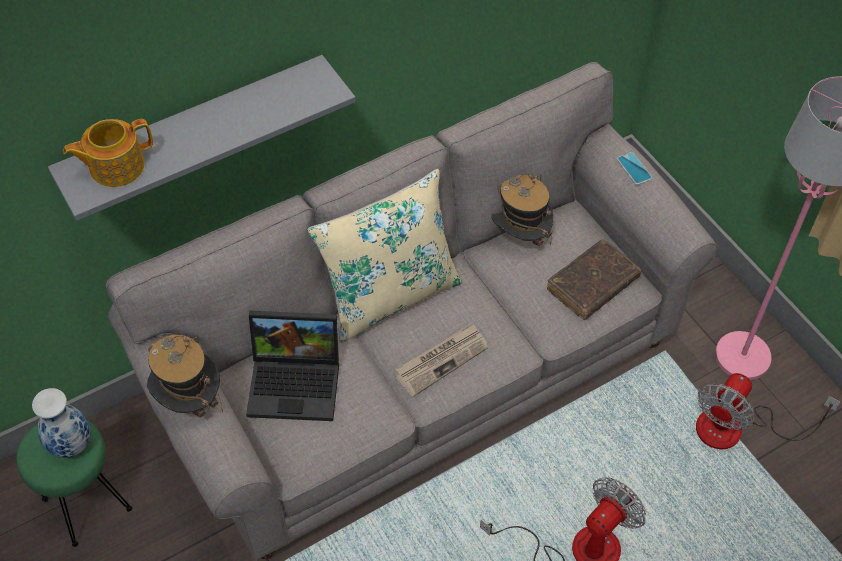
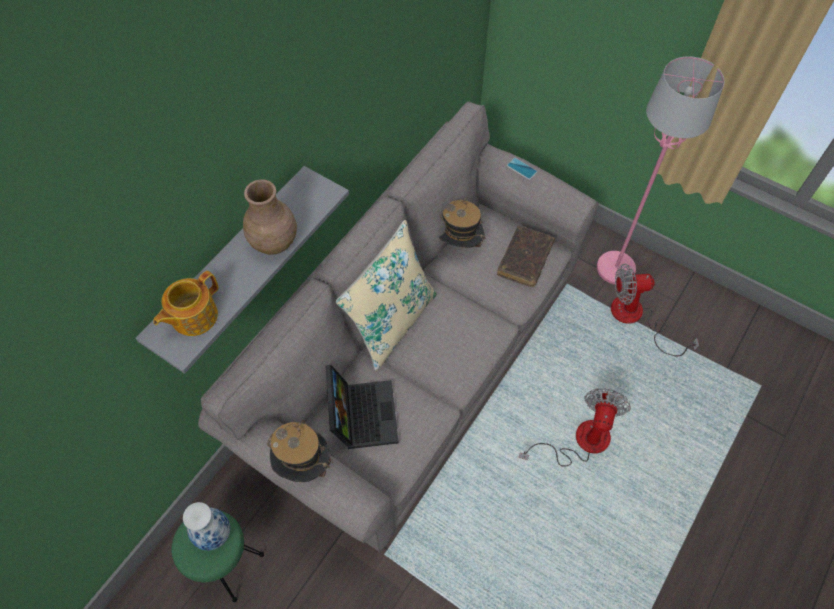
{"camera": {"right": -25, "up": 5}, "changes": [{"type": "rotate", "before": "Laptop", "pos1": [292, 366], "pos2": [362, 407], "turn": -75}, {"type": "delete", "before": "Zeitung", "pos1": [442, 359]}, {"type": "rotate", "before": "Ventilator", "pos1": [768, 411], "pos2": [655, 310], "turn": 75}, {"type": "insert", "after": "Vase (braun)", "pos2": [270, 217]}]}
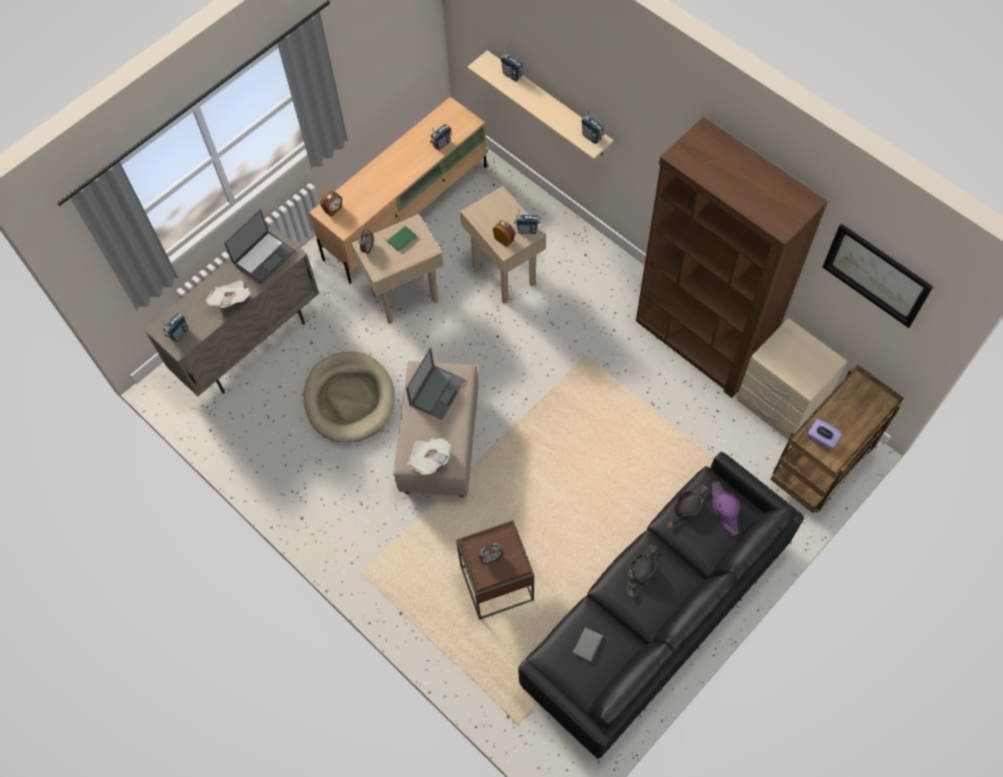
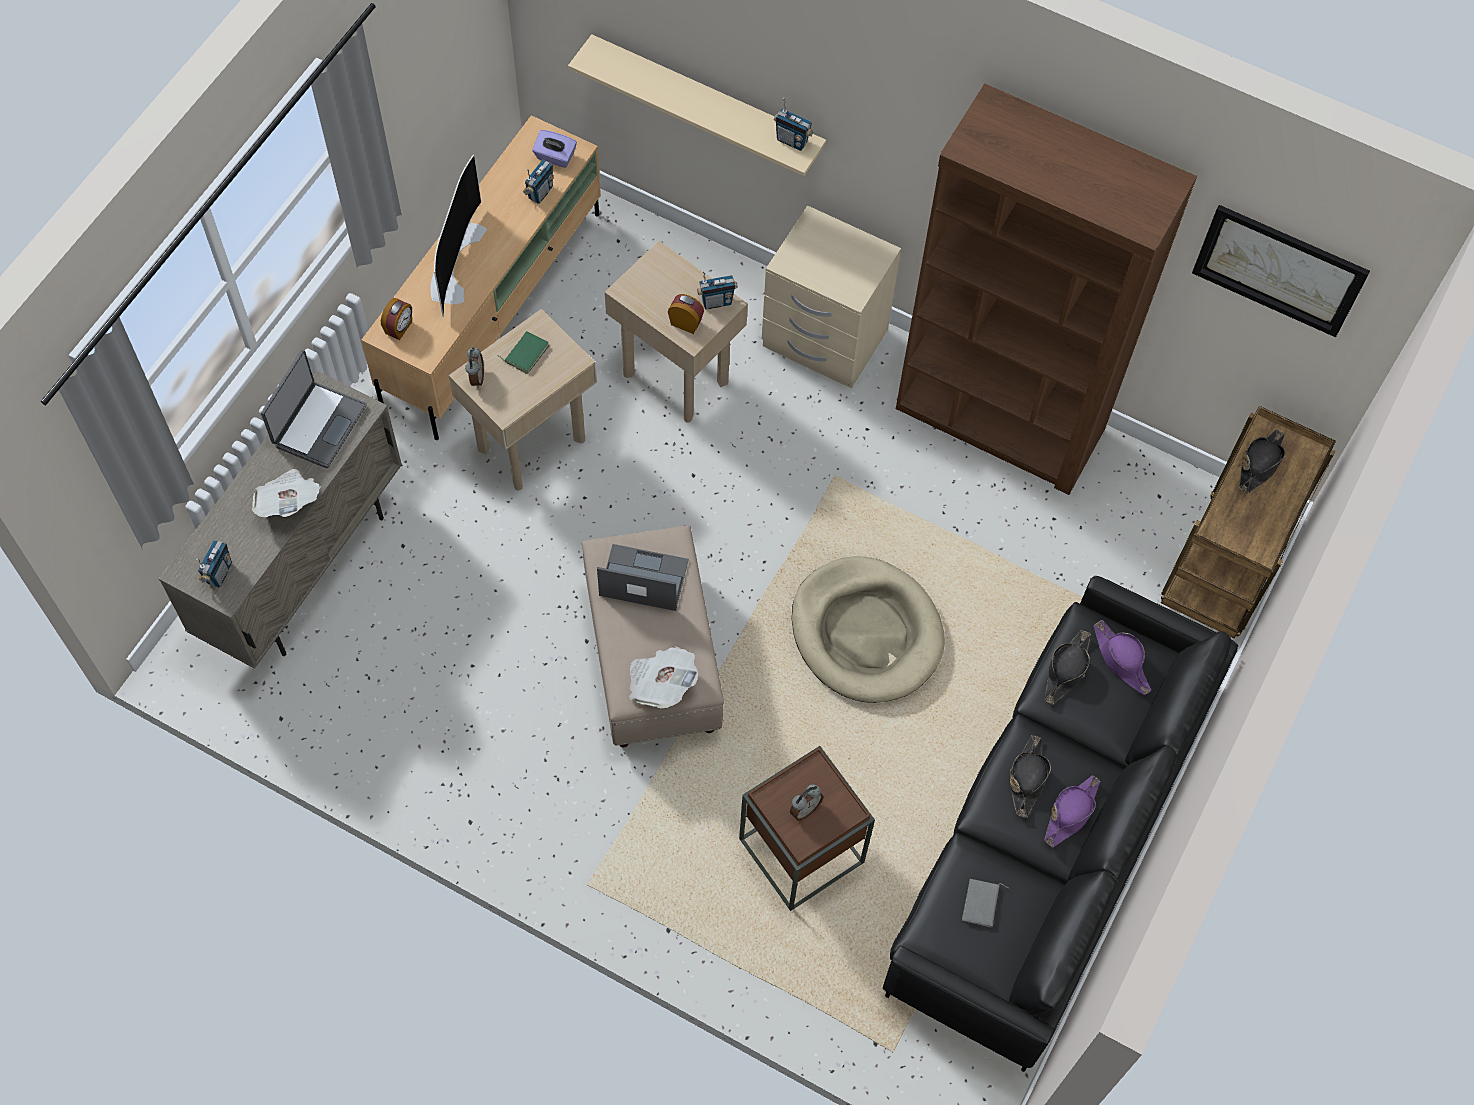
{"camera": {"right": -20, "up": 0}, "changes": [{"type": "move", "before": "Hundebett (beige)", "pos1": [349, 396], "pos2": [868, 629]}, {"type": "rotate", "before": "Laptop", "pos1": [435, 384], "pos2": [643, 577], "turn": -90}, {"type": "delete", "before": "Radio", "pos1": [513, 63]}, {"type": "move", "before": "Nachttisch (beige)", "pos1": [792, 379], "pos2": [831, 297]}, {"type": "move", "before": "Taschentuchbox (lila)", "pos1": [824, 434], "pos2": [554, 149]}, {"type": "insert", "after": "Fernseher", "pos2": [458, 236]}, {"type": "insert", "after": "Hut (lila)", "pos2": [1072, 811]}, {"type": "insert", "after": "Hut (schwarz)", "pos2": [1262, 461]}]}
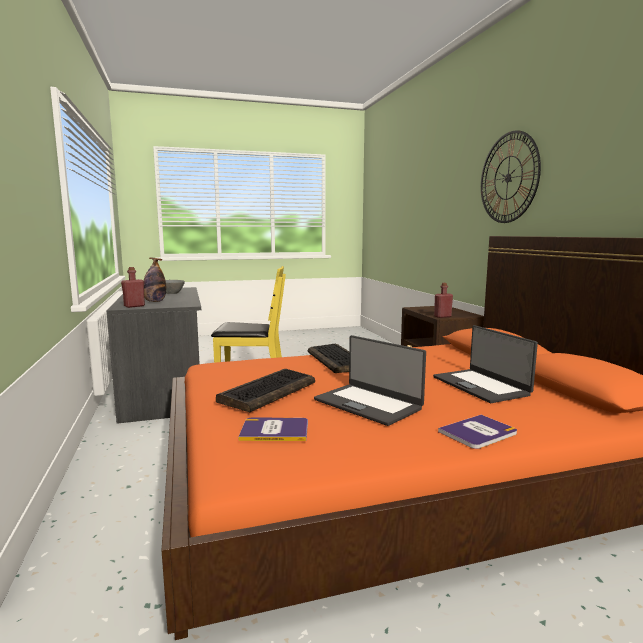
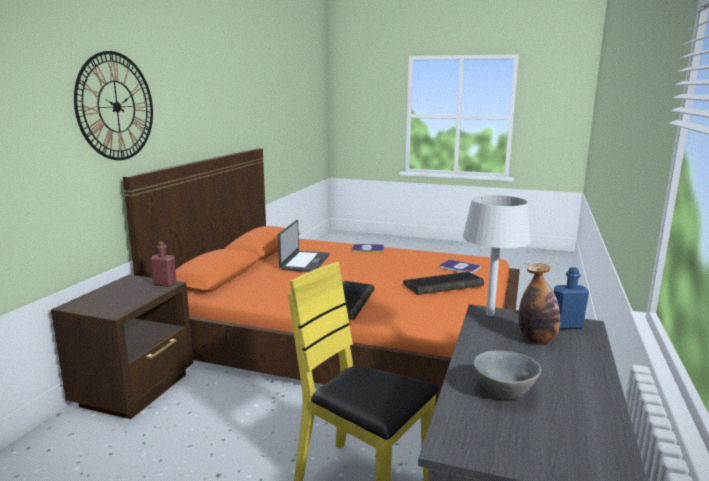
{"camera": {"right": -145, "up": 5}, "changes": [{"type": "recolor", "before": "Flasche (rot)", "after": "Flasche (blau)", "pos1": [133, 287], "pos2": [571, 298]}, {"type": "delete", "before": "Laptop", "pos1": [370, 380]}, {"type": "insert", "after": "Tischlampe (grau)", "pos2": [496, 255]}]}
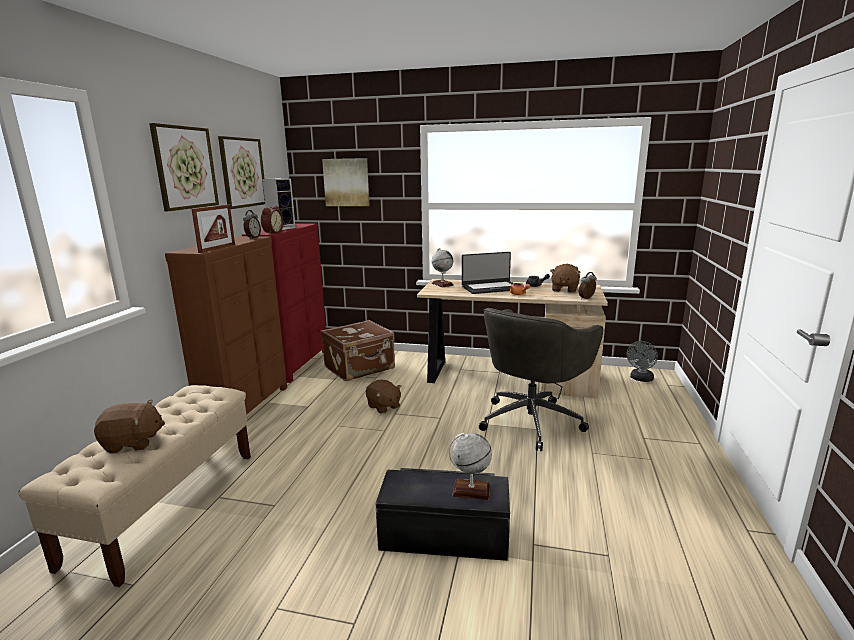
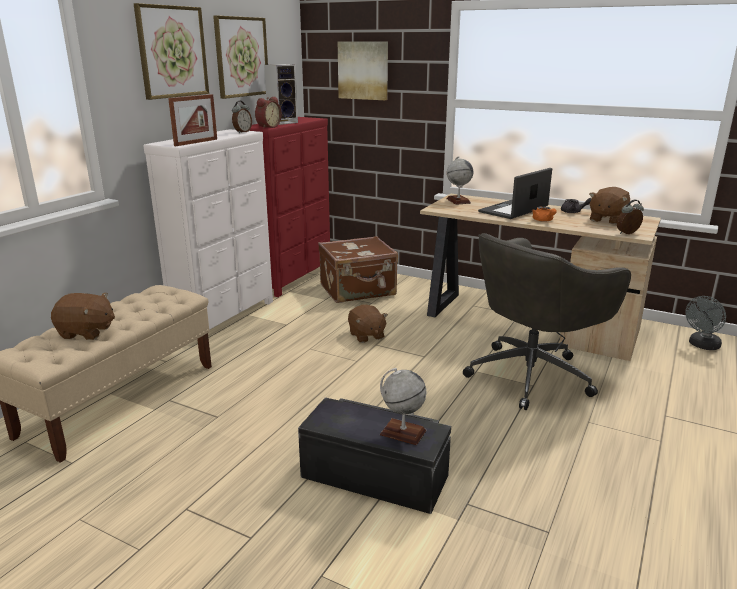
{"camera": {"right": 15, "up": 5}, "changes": [{"type": "recolor", "before": "Kommode (braun)", "after": "Kommode (weiß)", "pos1": [226, 325], "pos2": [208, 235]}, {"type": "rotate", "before": "Laptop", "pos1": [487, 273], "pos2": [515, 193], "turn": 135}]}
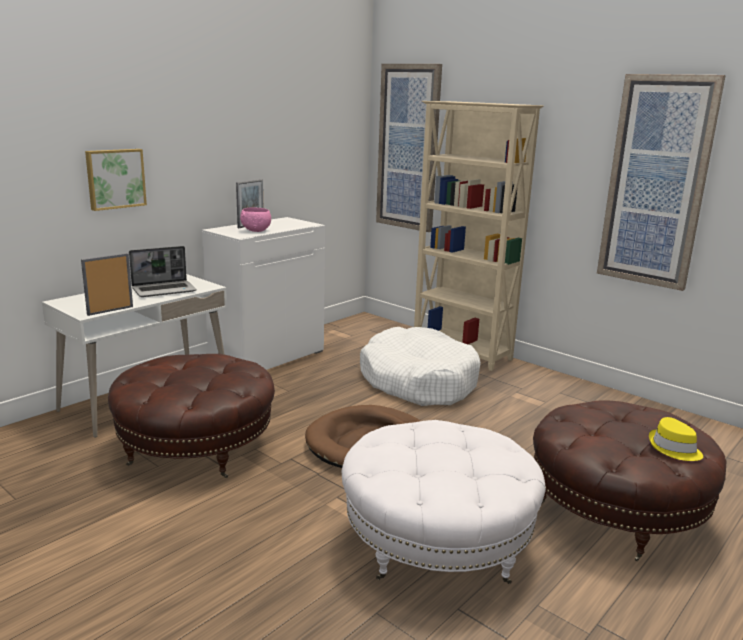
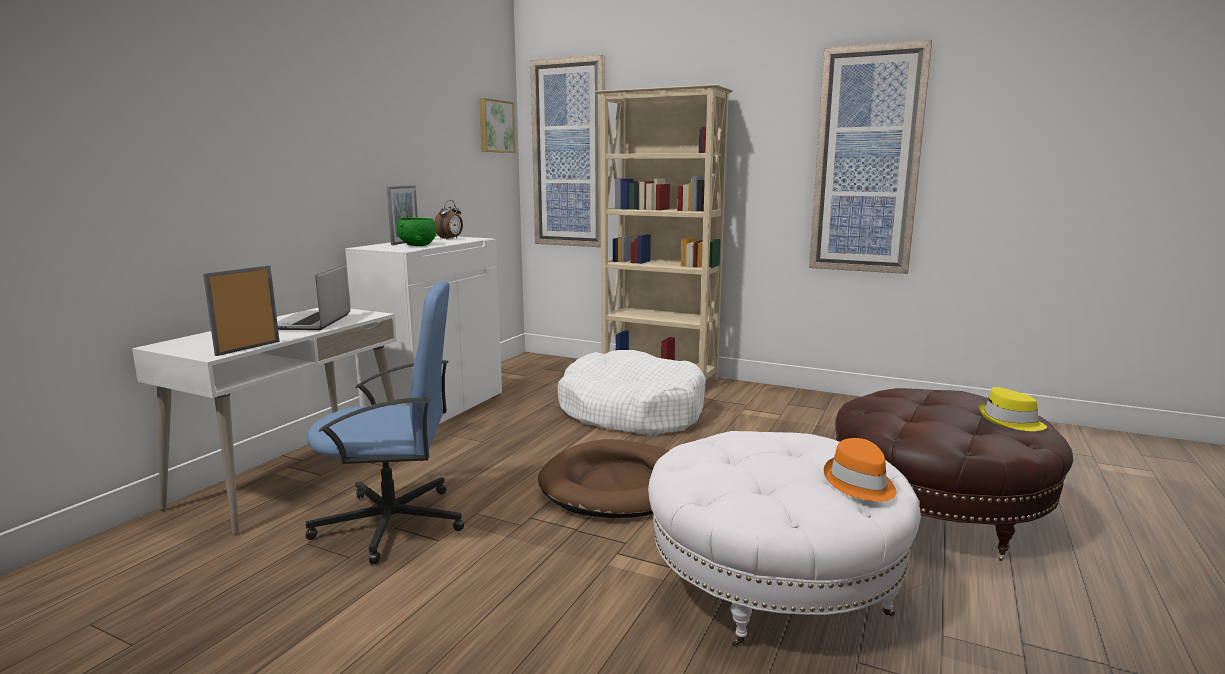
{"camera": {"right": -15, "up": -5}, "changes": [{"type": "move", "before": "Bild", "pos1": [116, 180], "pos2": [497, 125]}, {"type": "replace", "before": "Polsterhocker (braun)", "after": "Bürostuhl (blau)", "pos1": [191, 416], "pos2": [384, 422]}, {"type": "rotate", "before": "Laptop", "pos1": [162, 271], "pos2": [313, 297], "turn": 135}, {"type": "recolor", "before": "Schüssel (rosa)", "after": "Schüssel (grün)", "pos1": [255, 219], "pos2": [416, 232]}, {"type": "insert", "after": "Wecker", "pos2": [449, 220]}, {"type": "insert", "after": "Hut (orange)", "pos2": [860, 469]}]}
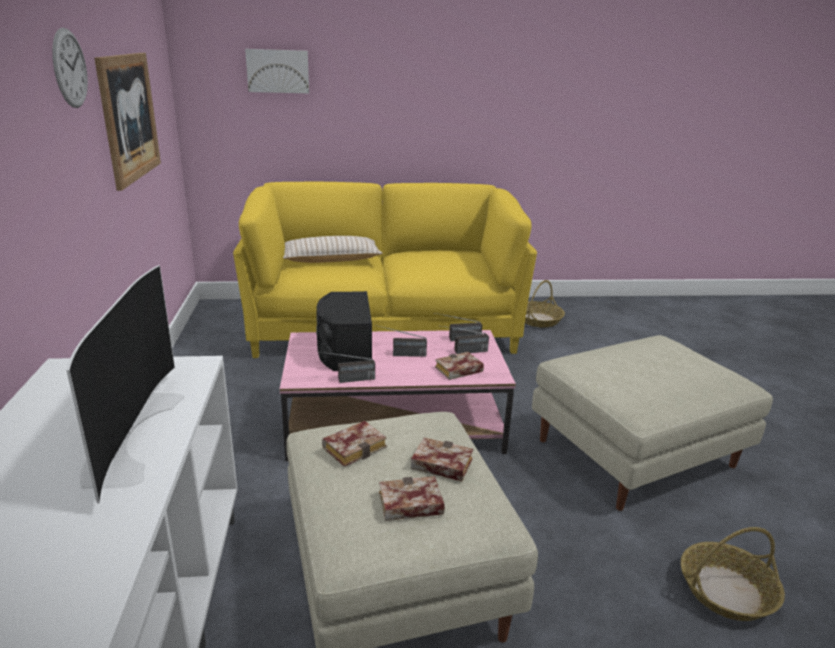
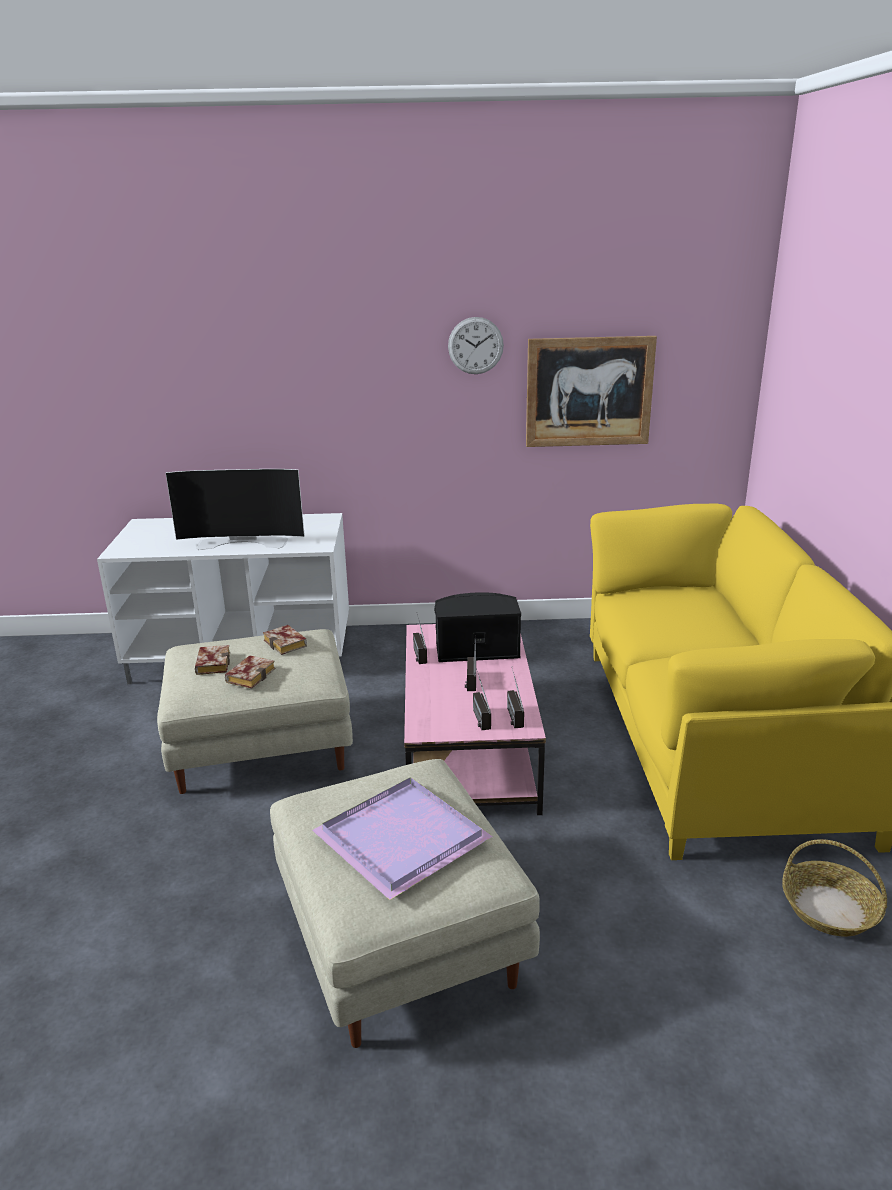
{"camera": {"right": 95, "up": 0}, "changes": [{"type": "delete", "before": "Bild", "pos1": [277, 71]}, {"type": "delete", "before": "Kissen (beige)", "pos1": [333, 249]}, {"type": "delete", "before": "Buch", "pos1": [459, 366]}, {"type": "delete", "before": "Korb", "pos1": [733, 574]}, {"type": "insert", "after": "Tablett (lila)", "pos2": [402, 838]}]}
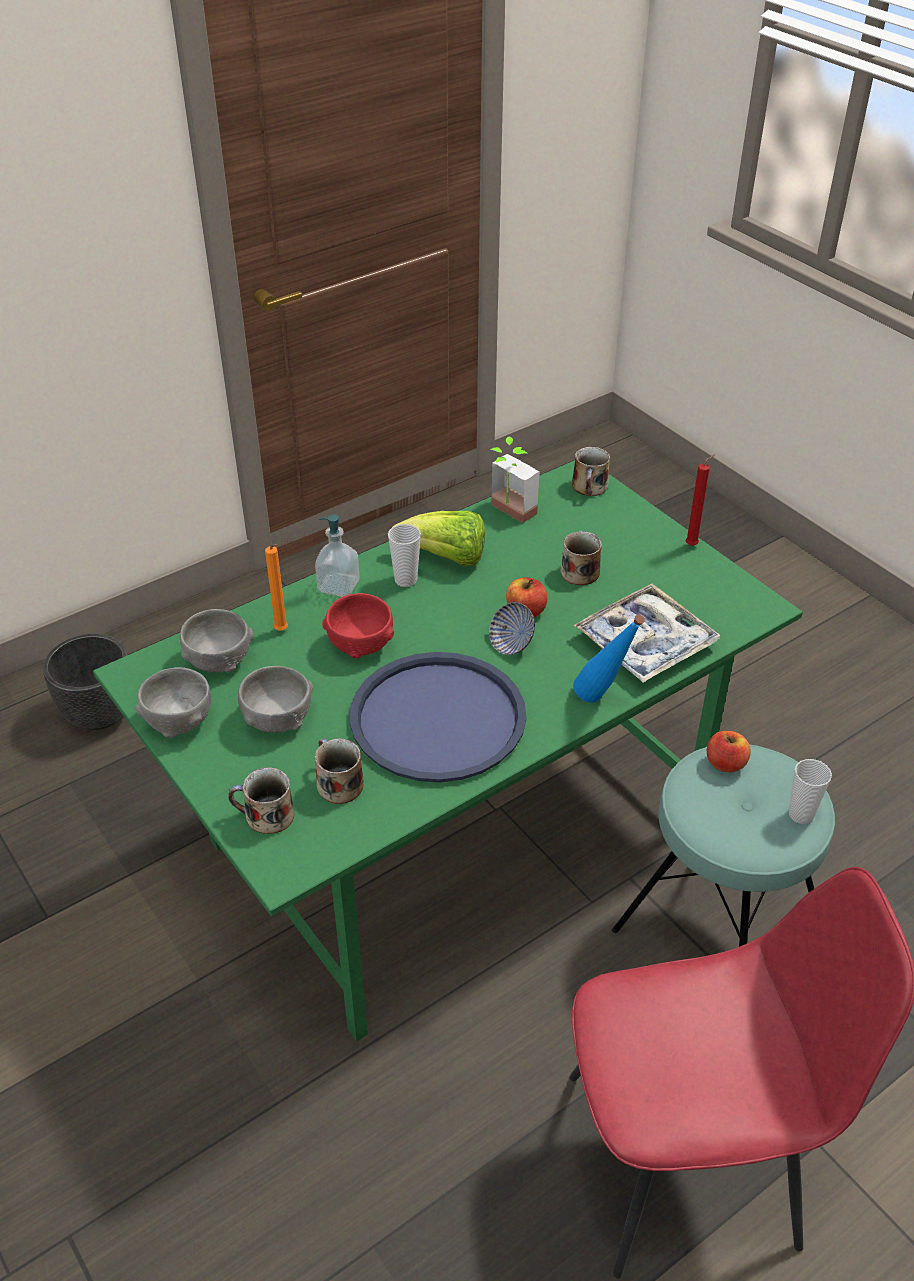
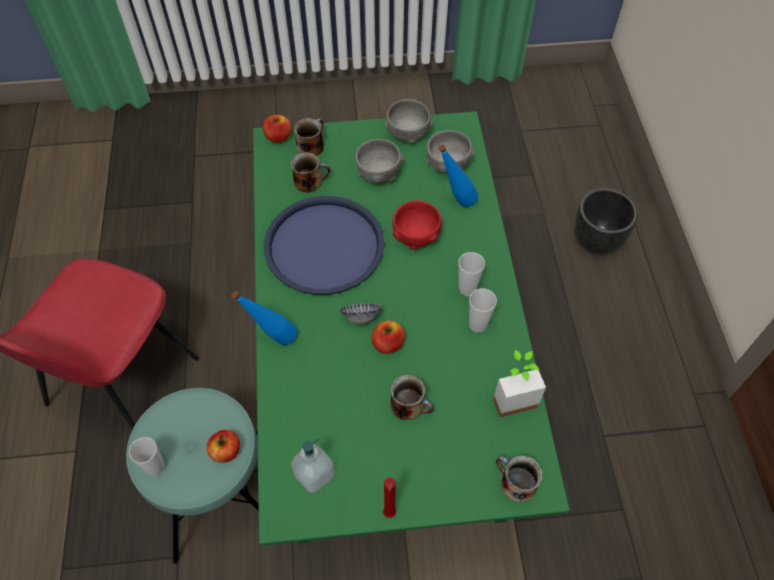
{"camera": {"right": 120, "up": 15}, "changes": [{"type": "replace", "before": "Kerze (orange)", "after": "Flasche (blau)", "pos1": [276, 587], "pos2": [458, 176]}, {"type": "move", "before": "Seifenspender", "pos1": [337, 555], "pos2": [313, 465]}, {"type": "replace", "before": "Salatkopf", "after": "Tasse", "pos1": [438, 538], "pos2": [483, 310]}, {"type": "delete", "before": "Tablett", "pos1": [646, 633]}, {"type": "insert", "after": "Apfel", "pos2": [277, 129]}]}
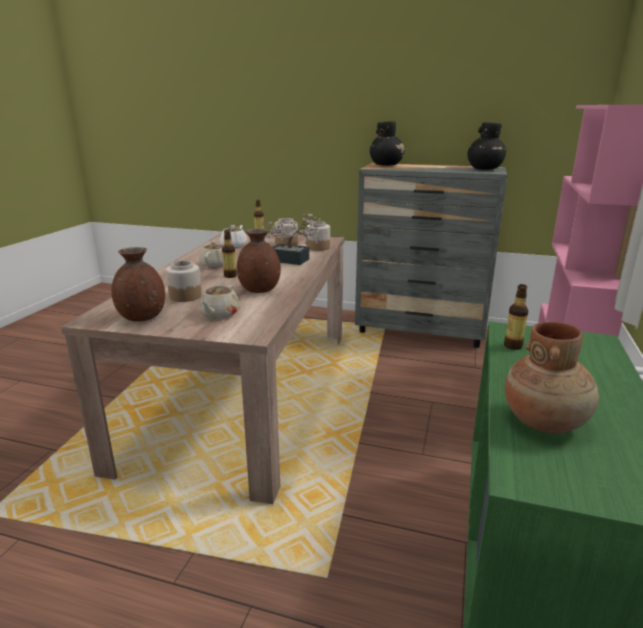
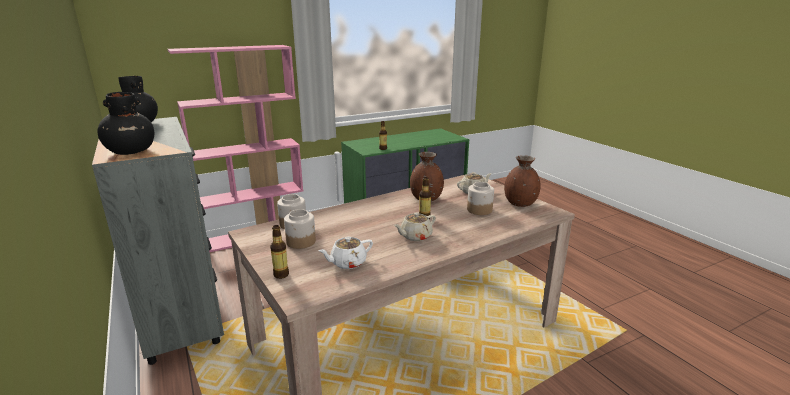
{"camera": {"right": -135, "up": 0}, "changes": [{"type": "delete", "before": "Topfpflanze", "pos1": [292, 239]}, {"type": "delete", "before": "Vase (braun)", "pos1": [552, 377]}]}
